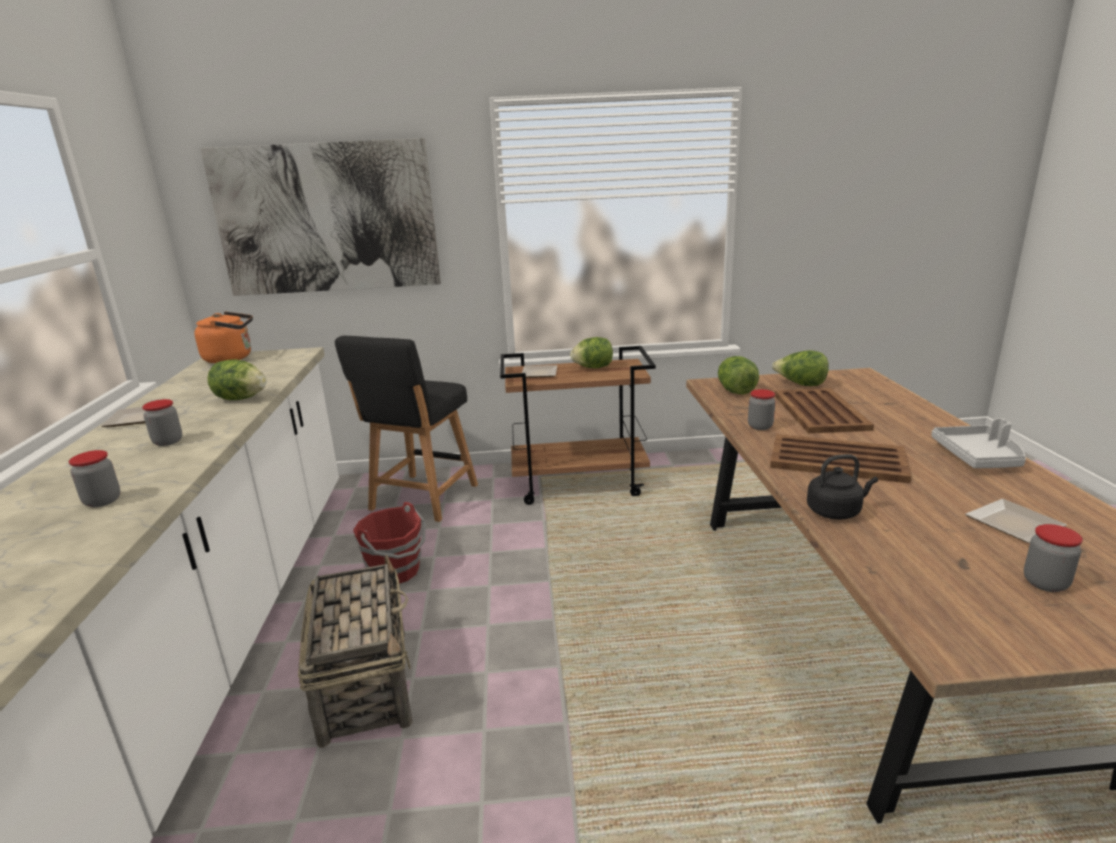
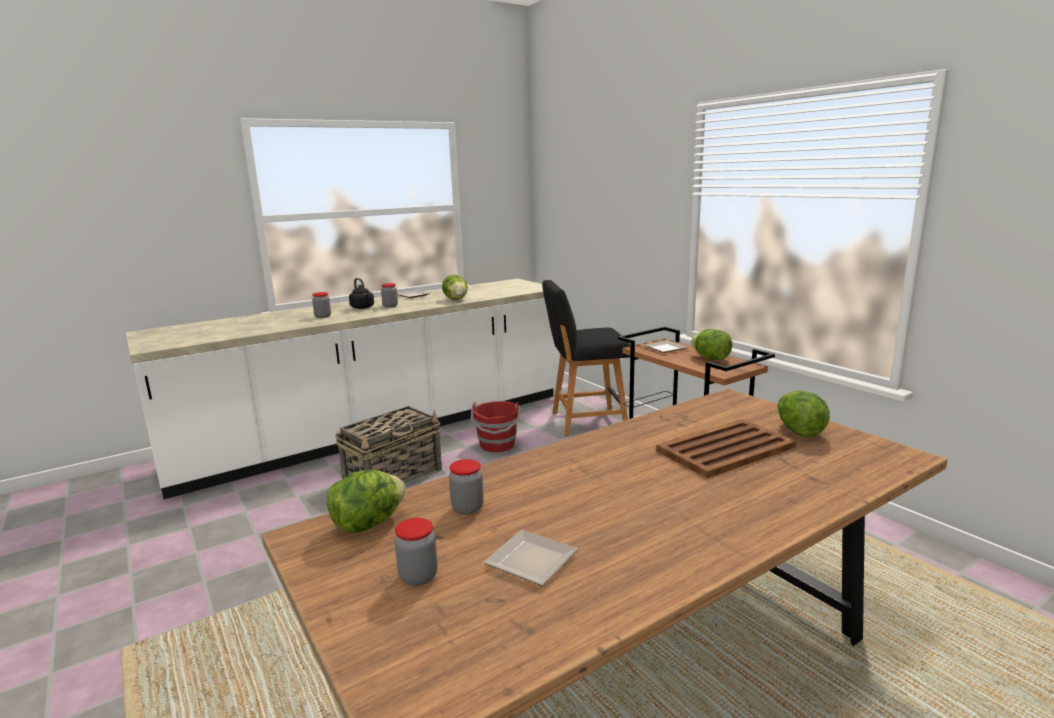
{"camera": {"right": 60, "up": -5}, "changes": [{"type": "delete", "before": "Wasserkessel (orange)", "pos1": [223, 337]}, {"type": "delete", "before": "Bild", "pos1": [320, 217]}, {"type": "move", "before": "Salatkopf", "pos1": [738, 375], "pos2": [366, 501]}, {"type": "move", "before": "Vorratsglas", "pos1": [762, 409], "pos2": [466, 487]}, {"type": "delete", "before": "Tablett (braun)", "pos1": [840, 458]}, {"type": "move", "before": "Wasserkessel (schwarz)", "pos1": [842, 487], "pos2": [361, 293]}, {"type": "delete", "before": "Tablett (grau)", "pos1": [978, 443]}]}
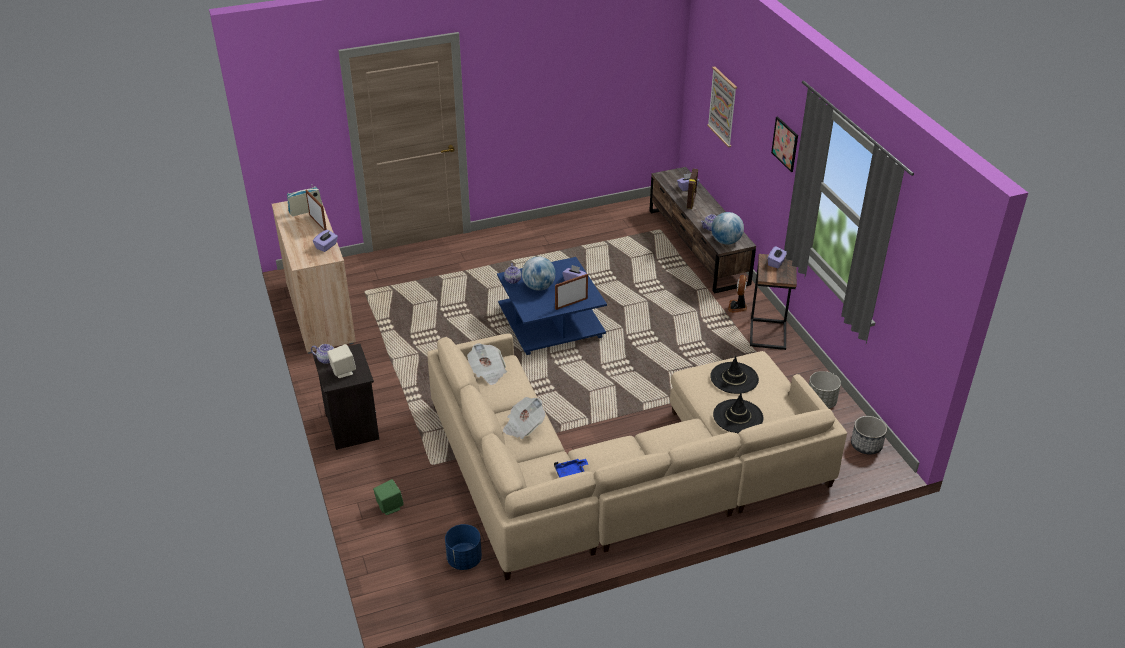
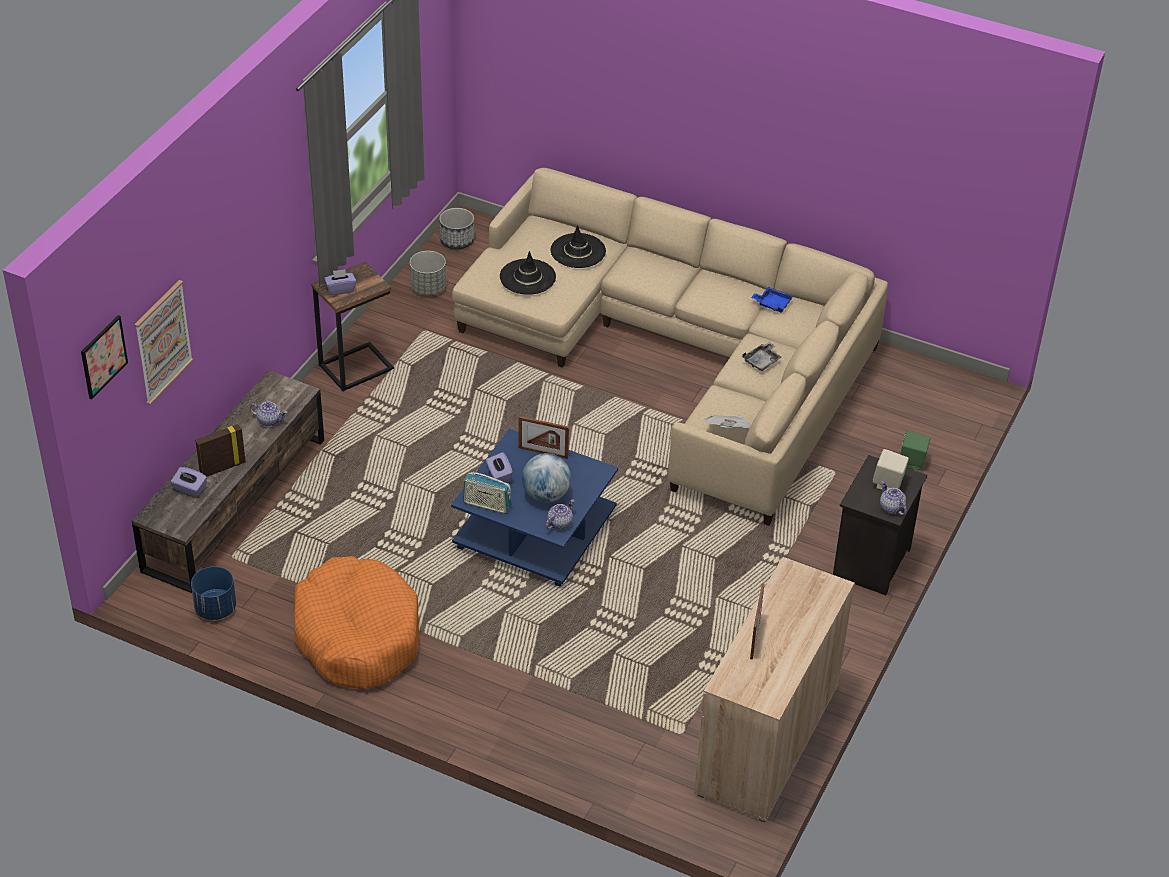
{"camera": {"right": -135, "up": 5}, "changes": [{"type": "move", "before": "Radio", "pos1": [305, 200], "pos2": [487, 493]}, {"type": "delete", "before": "Taschentuchbox (lila)", "pos1": [325, 241]}, {"type": "move", "before": "Pflanzkübel (blau)", "pos1": [463, 547], "pos2": [213, 593]}, {"type": "replace", "before": "Zeitung", "after": "Tablett (grau)", "pos1": [524, 418], "pos2": [762, 356]}, {"type": "delete", "before": "Globus", "pos1": [727, 228]}, {"type": "delete", "before": "Ventilator", "pos1": [737, 294]}, {"type": "move", "before": "Bild", "pos1": [784, 144], "pos2": [104, 357]}, {"type": "insert", "after": "Hundebett (orange)", "pos2": [357, 622]}]}
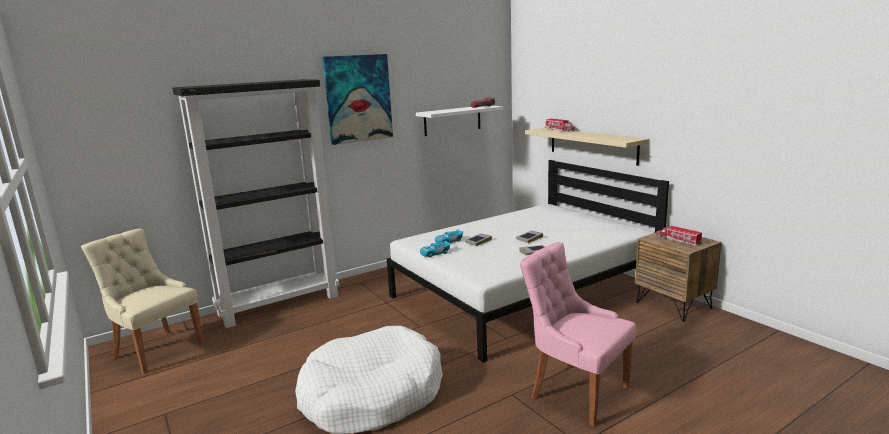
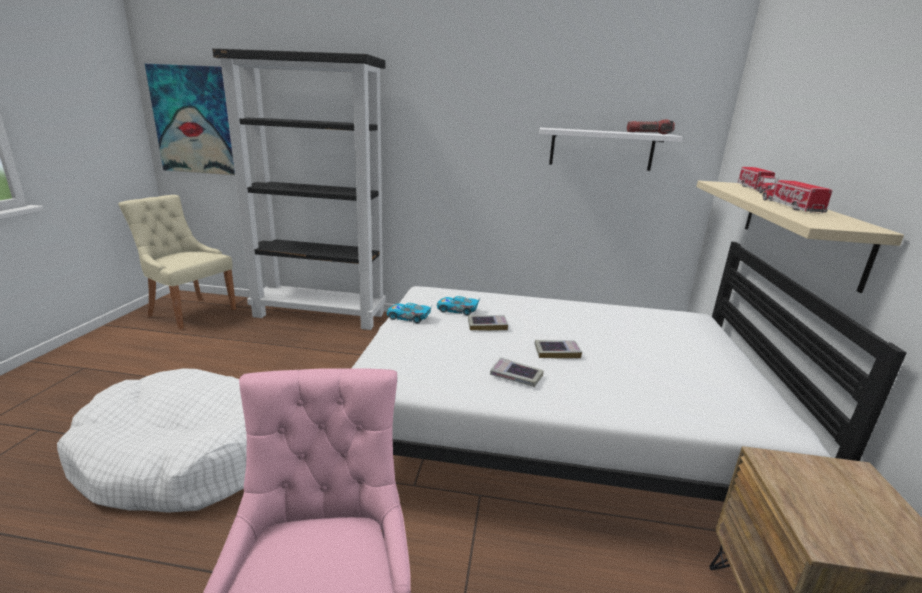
{"camera": {"right": 40, "up": 5}, "changes": [{"type": "rotate", "before": "Stuhl (beige)", "pos1": [142, 301], "pos2": [177, 262], "turn": -45}, {"type": "move", "before": "Bild", "pos1": [357, 99], "pos2": [190, 119]}, {"type": "move", "before": "Spielzeuglaster", "pos1": [679, 235], "pos2": [797, 197]}]}
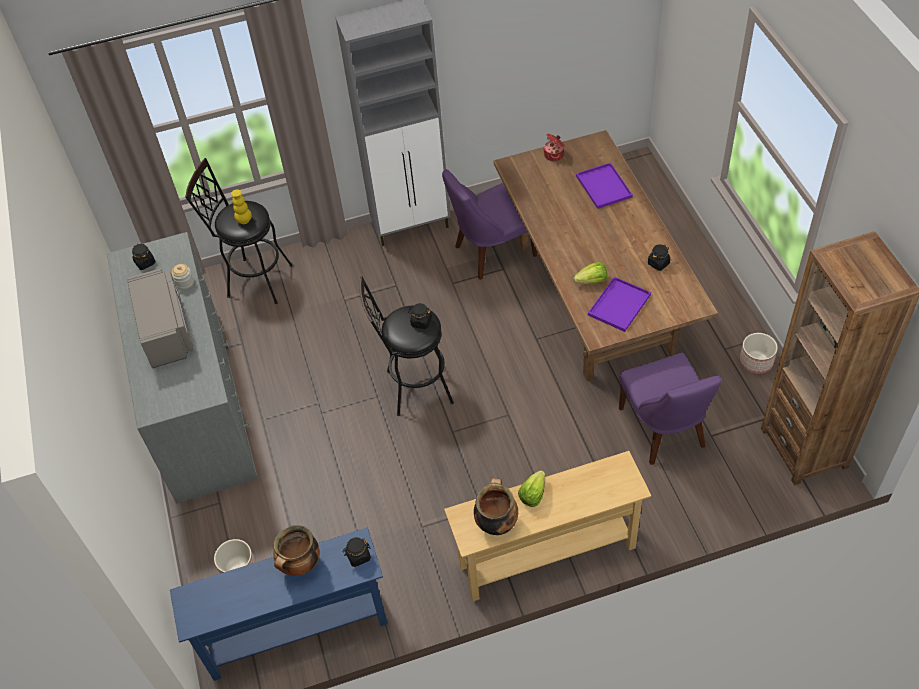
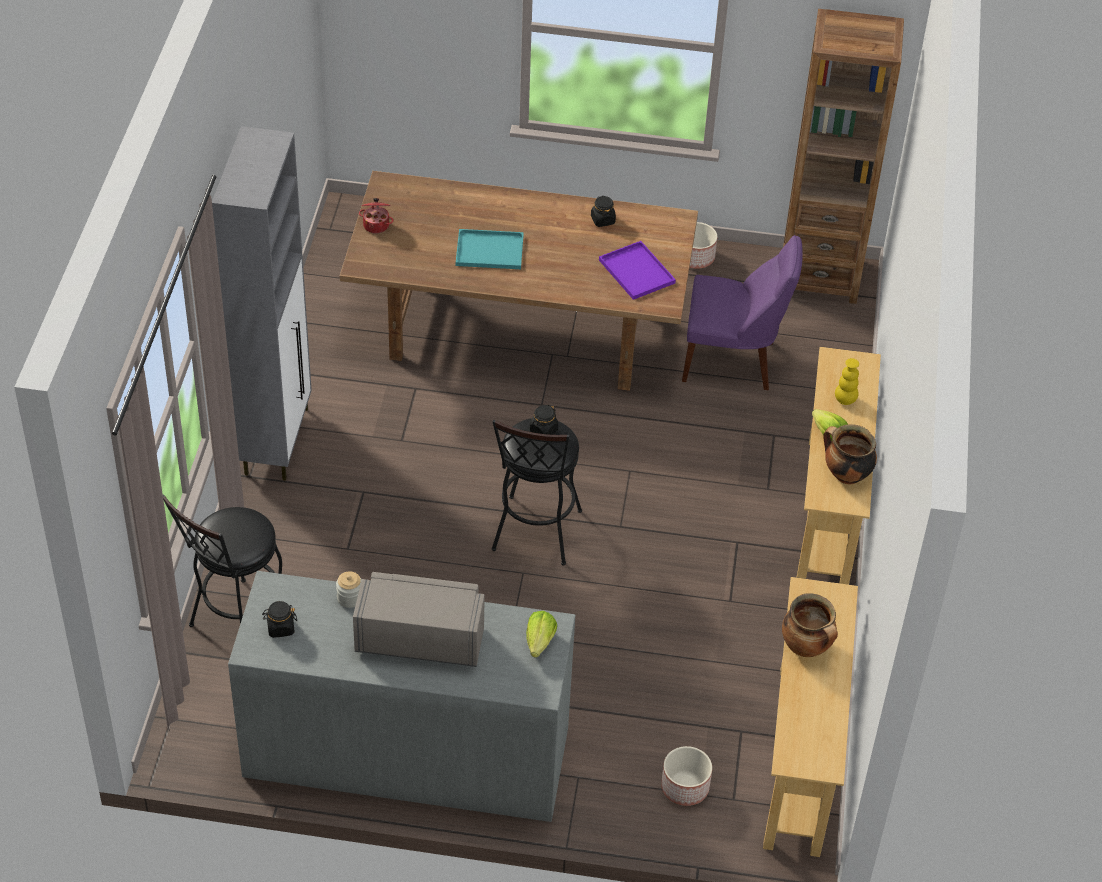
{"camera": {"right": -70, "up": -5}, "changes": [{"type": "recolor", "before": "Konsolentisch (blau)", "after": "Konsolentisch (beige)", "pos1": [279, 604], "pos2": [810, 717]}, {"type": "move", "before": "Vase (gelb)", "pos1": [241, 206], "pos2": [847, 381]}, {"type": "delete", "before": "Vorratsglas (schwarz)", "pos1": [357, 552]}, {"type": "delete", "before": "Stuhl (lila)", "pos1": [489, 224]}, {"type": "move", "before": "Salatkopf", "pos1": [590, 273], "pos2": [541, 634]}, {"type": "delete", "before": "Tablett (lila)", "pos1": [604, 185]}, {"type": "insert", "after": "Tablett (türkis)", "pos2": [490, 249]}]}
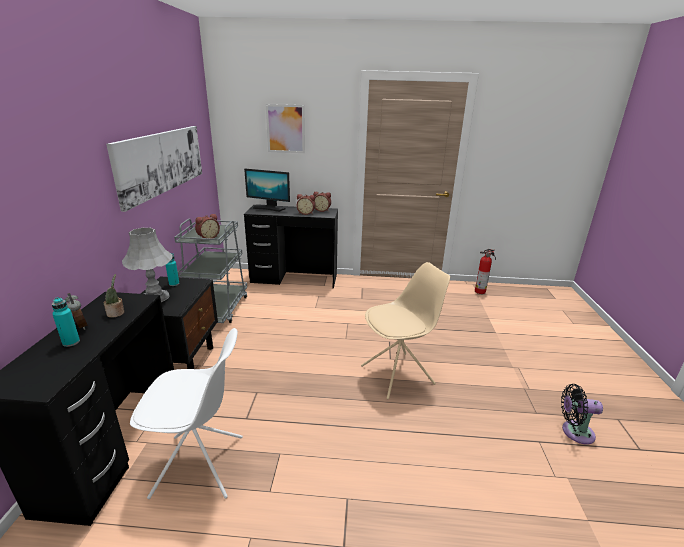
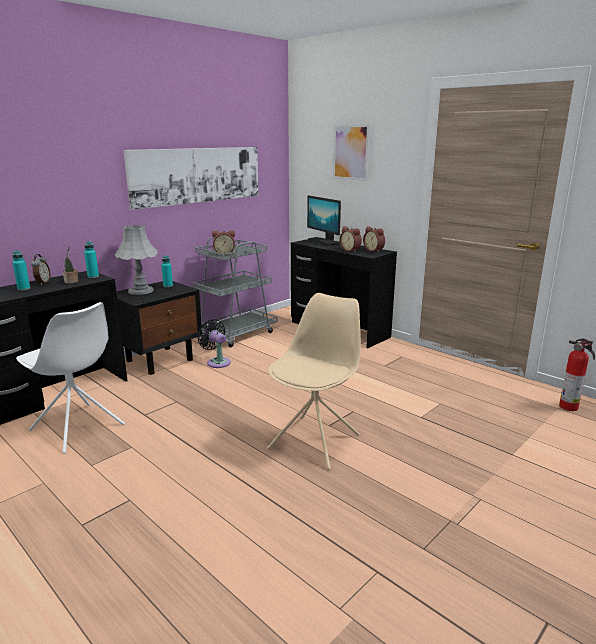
{"camera": {"right": 40, "up": -5}, "changes": [{"type": "rotate", "before": "Stuhl (beige)", "pos1": [405, 331], "pos2": [314, 381], "turn": -75}, {"type": "move", "before": "Ventilator (schwarz)", "pos1": [582, 414], "pos2": [214, 343]}, {"type": "insert", "after": "Flasche (türkis)", "pos2": [91, 259]}]}
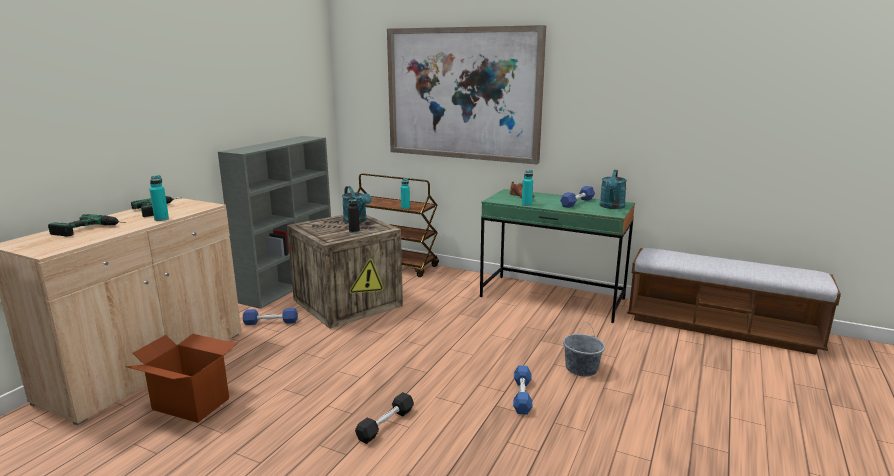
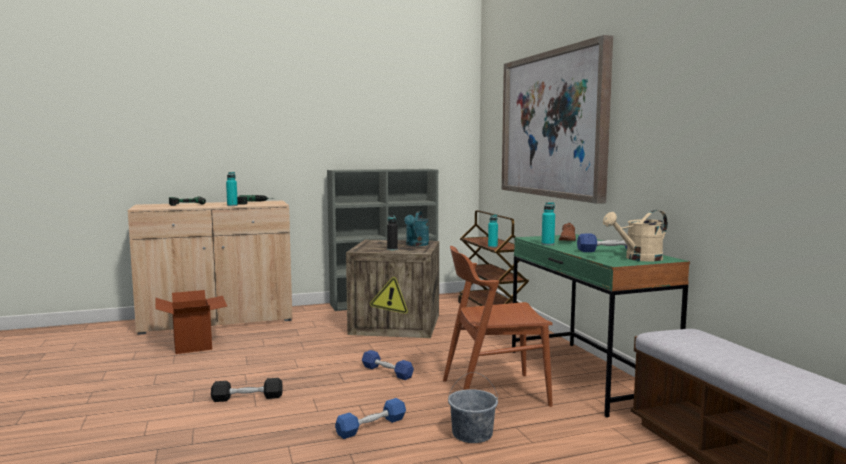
{"camera": {"right": 45, "up": -10}, "changes": [{"type": "move", "before": "Hantel (blau)", "pos1": [270, 316], "pos2": [388, 365]}, {"type": "recolor", "before": "Gießkanne (türkis)", "after": "Gießkanne (beige)", "pos1": [613, 189], "pos2": [635, 236]}, {"type": "insert", "after": "Stuhl (braun)", "pos2": [498, 326]}]}
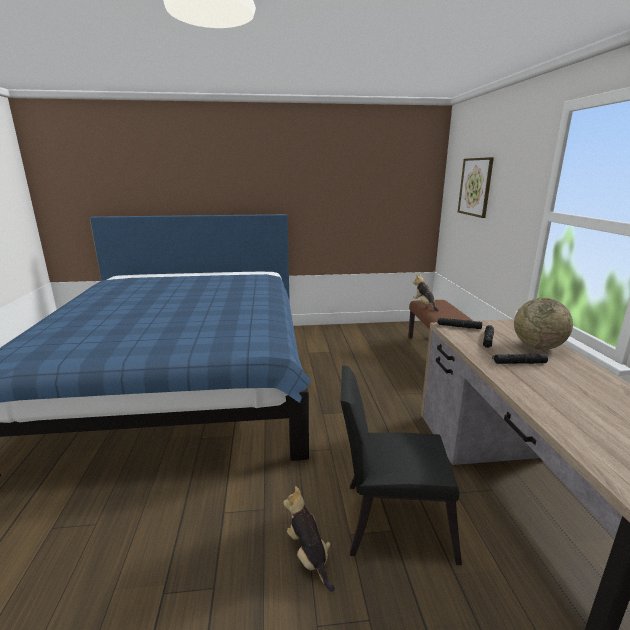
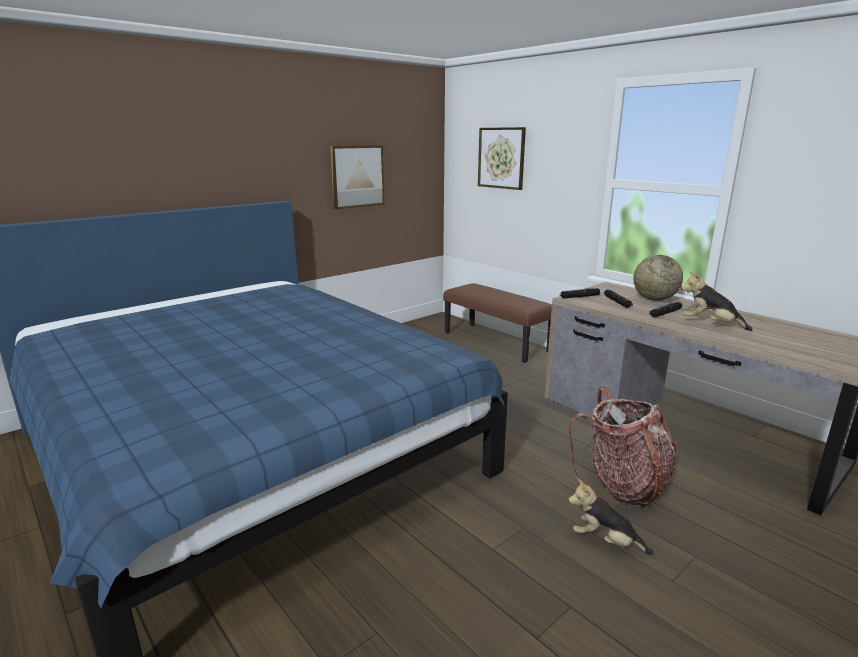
{"camera": {"right": -35, "up": 0}, "changes": [{"type": "replace", "before": "Stuhl (schwarz)", "after": "Rucksack", "pos1": [401, 465], "pos2": [623, 447]}, {"type": "move", "before": "Plüschtier", "pos1": [426, 292], "pos2": [717, 301]}, {"type": "insert", "after": "Bild", "pos2": [357, 177]}]}
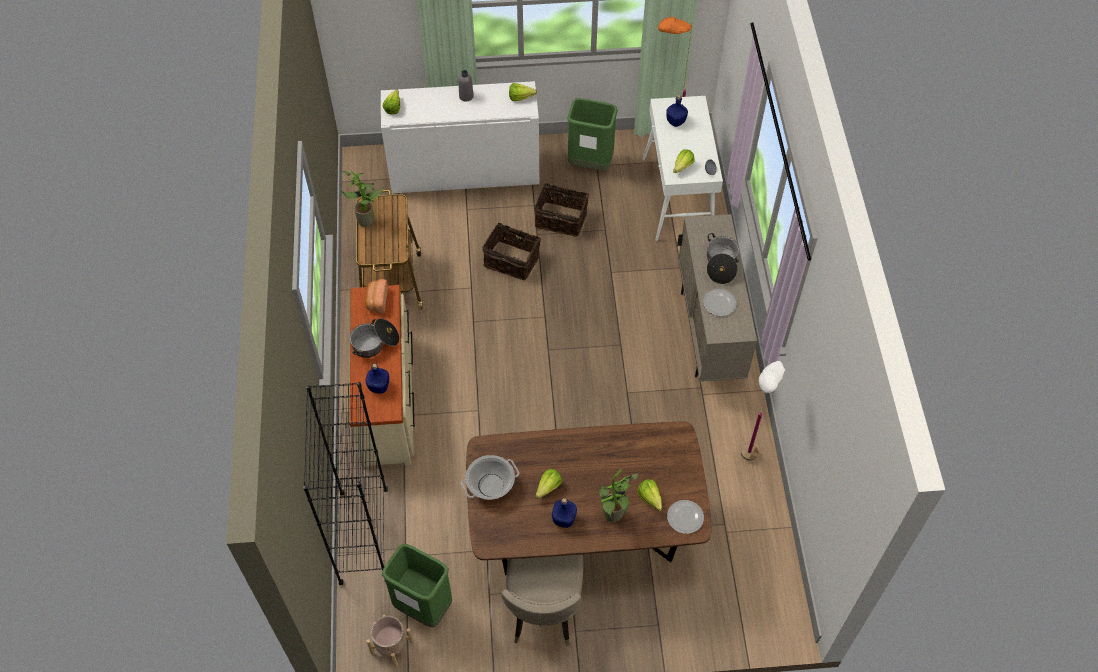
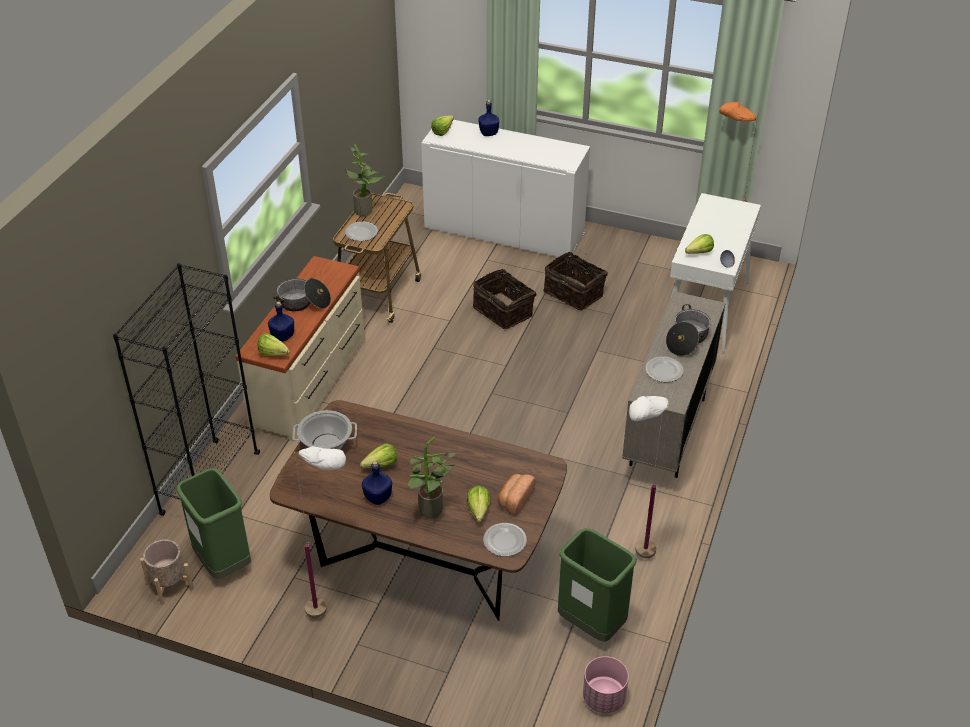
{"camera": {"right": 25, "up": -15}, "changes": [{"type": "move", "before": "Brot", "pos1": [376, 296], "pos2": [516, 495]}, {"type": "delete", "before": "Flasche (grau)", "pos1": [466, 86]}, {"type": "replace", "before": "Stuhl (beige)", "after": "Stehlampe (weiß)", "pos1": [542, 600], "pos2": [320, 532]}, {"type": "move", "before": "Salatkopf", "pos1": [523, 92], "pos2": [273, 344]}, {"type": "move", "before": "Mülleimer (grün)", "pos1": [592, 134], "pos2": [597, 585]}, {"type": "move", "before": "Flasche (blau)", "pos1": [677, 111], "pos2": [488, 118]}, {"type": "insert", "after": "Teller", "pos2": [361, 231]}, {"type": "insert", "after": "Pflanzkübel (rosa)", "pos2": [606, 684]}]}
